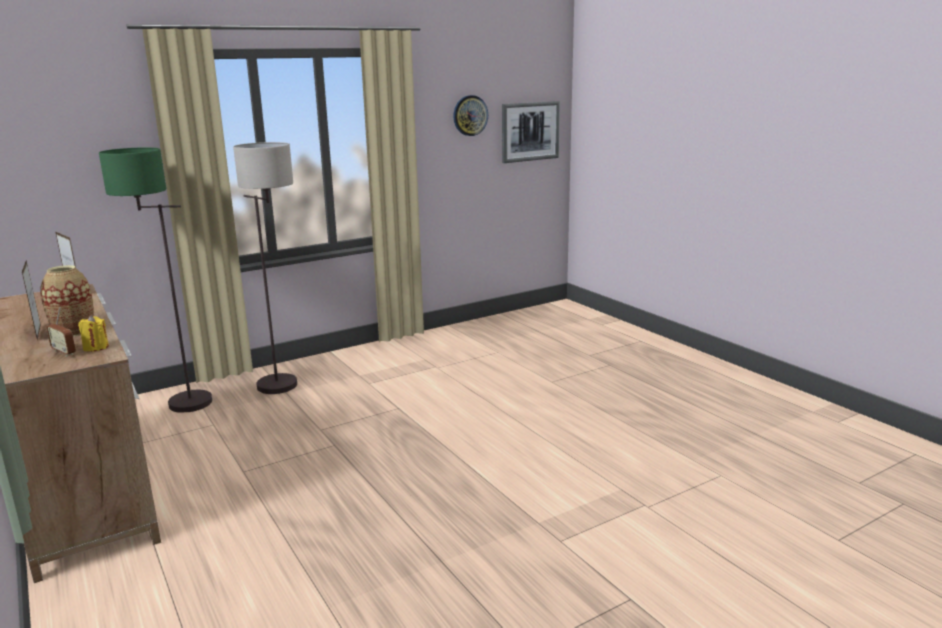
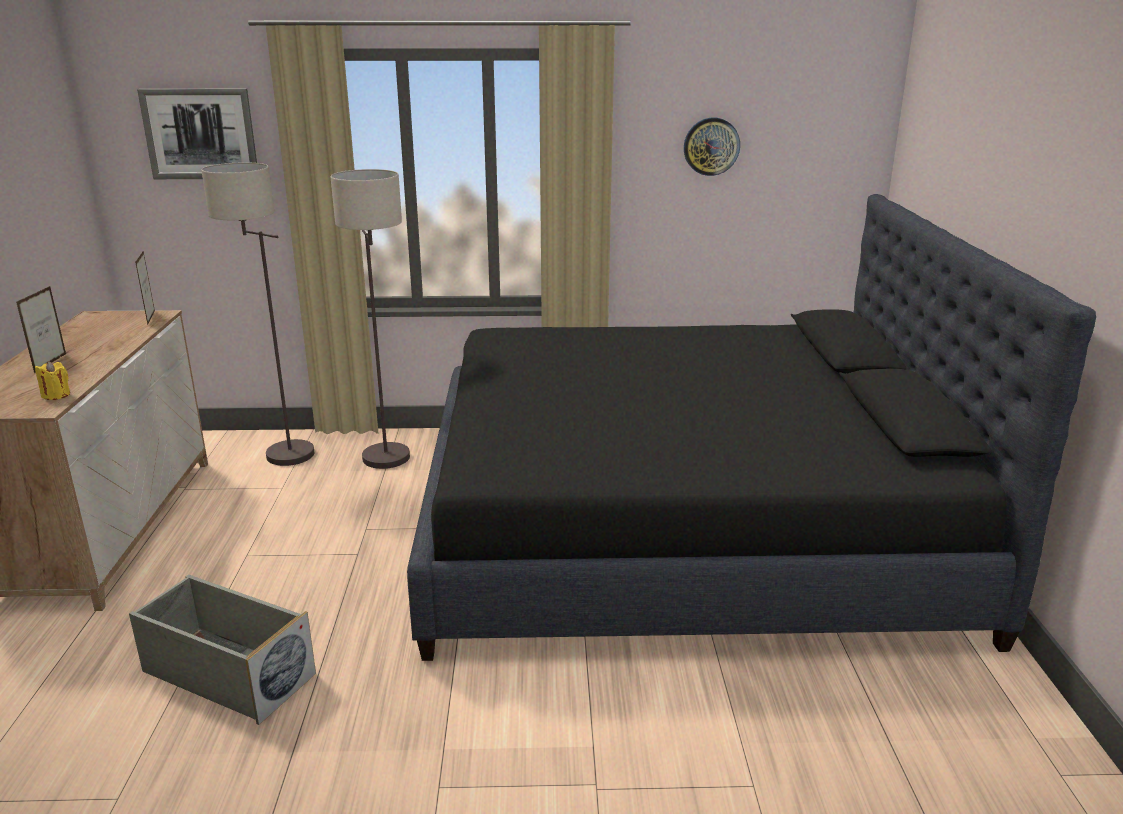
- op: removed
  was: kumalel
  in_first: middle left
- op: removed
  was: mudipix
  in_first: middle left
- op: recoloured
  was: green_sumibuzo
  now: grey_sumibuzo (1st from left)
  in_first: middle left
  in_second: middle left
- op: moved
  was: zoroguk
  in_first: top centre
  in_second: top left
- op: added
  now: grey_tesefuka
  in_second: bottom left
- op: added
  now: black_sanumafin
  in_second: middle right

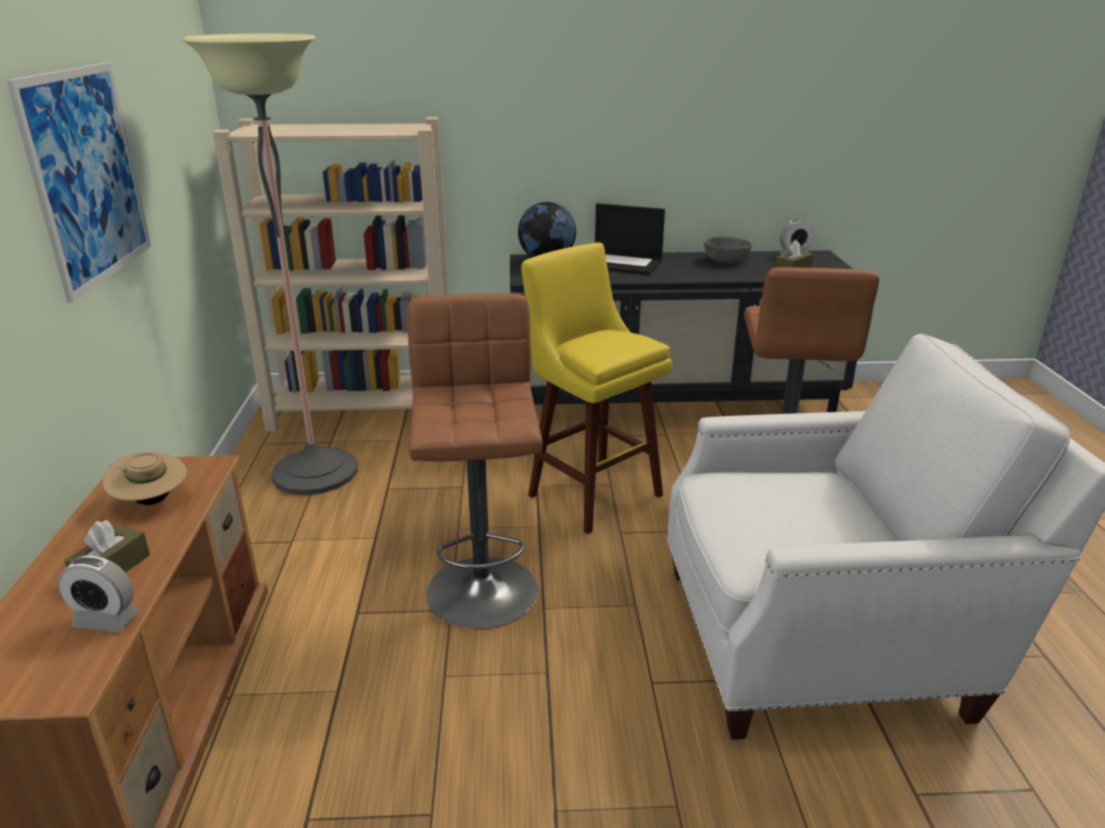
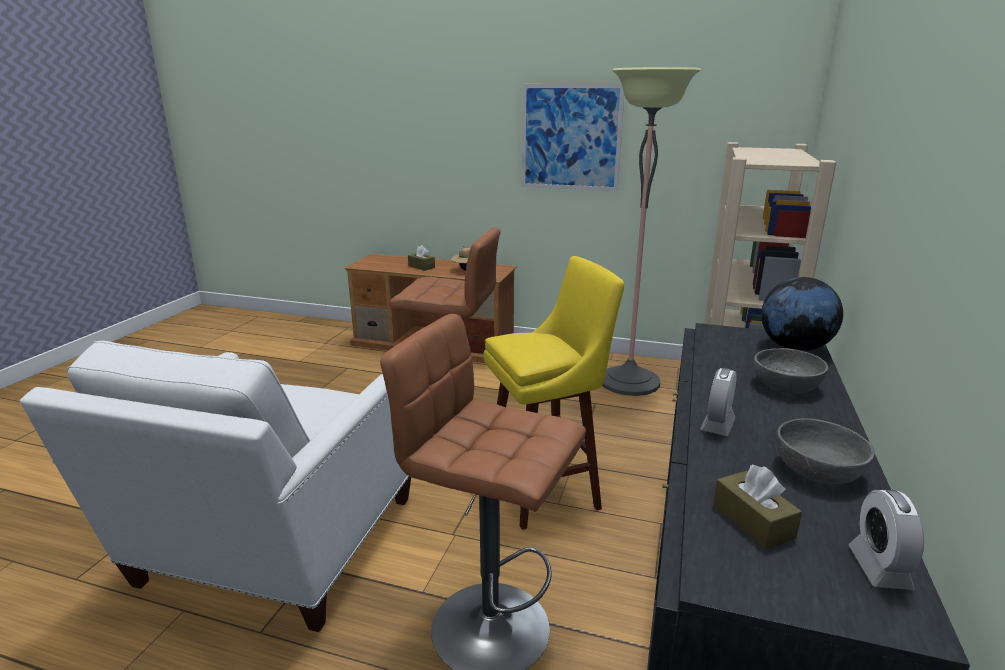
- op: moved
  was: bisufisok (1st from left)
  in_first: bottom left
  in_second: middle right
- op: replaced
  was: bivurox
  now: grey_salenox (1st from left)
  in_first: top centre
  in_second: middle right

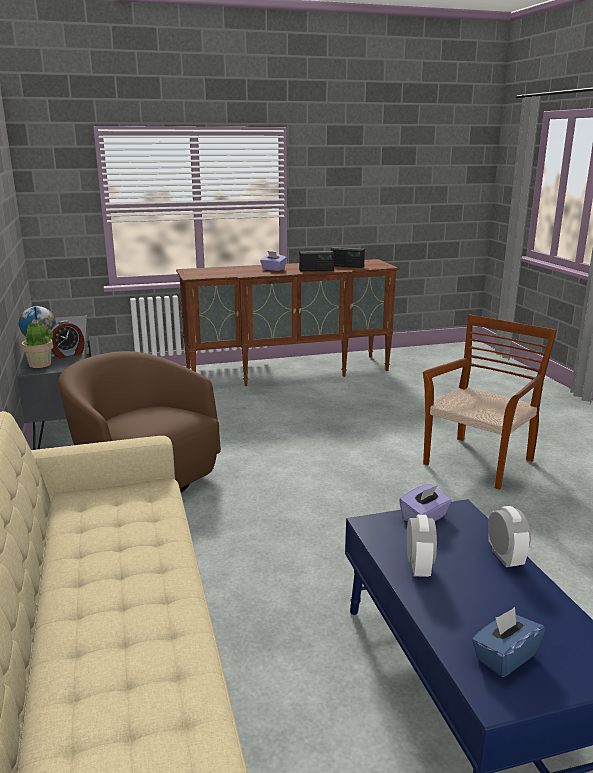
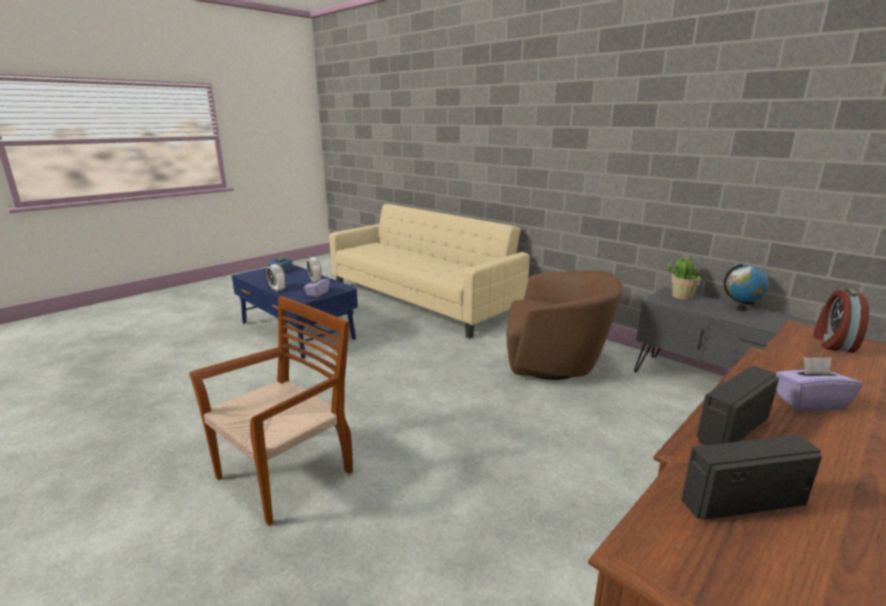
- op: moved
  was: bisufisok (1st from left in the first image)
  now: bisufisok (3rd from left)
  in_first: middle left
  in_second: middle right
- op: turned
  was: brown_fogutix (2nd from left in the first image)
  in_first: middle right
  in_second: bottom left
  clockwise: -150

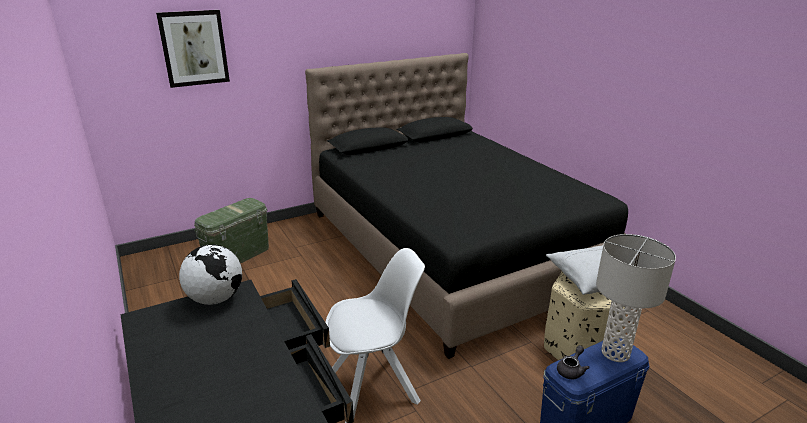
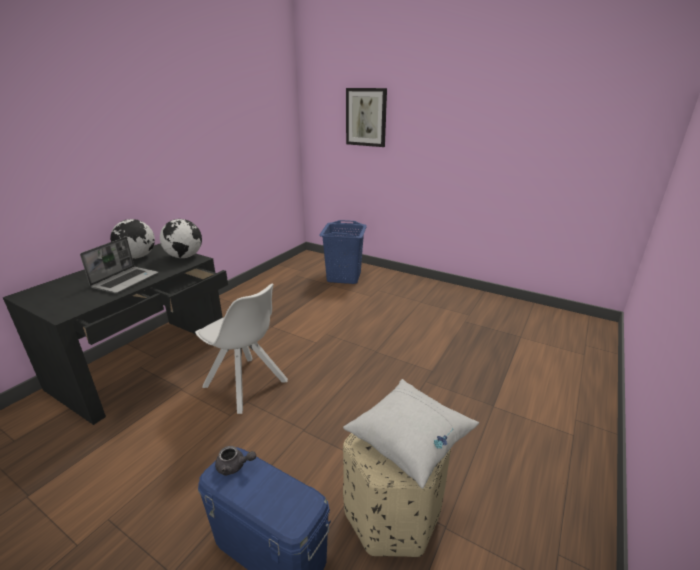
- op: replaced
  was: green_tesefuka
  now: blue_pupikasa
  in_first: middle left
  in_second: centre
- op: removed
  was: black_sanumafin
  in_first: centre
- op: removed
  was: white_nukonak
  in_first: bottom right
- op: added
  now: bivurox
  in_second: middle left
- op: added
  now: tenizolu (1st from left)
  in_second: middle left

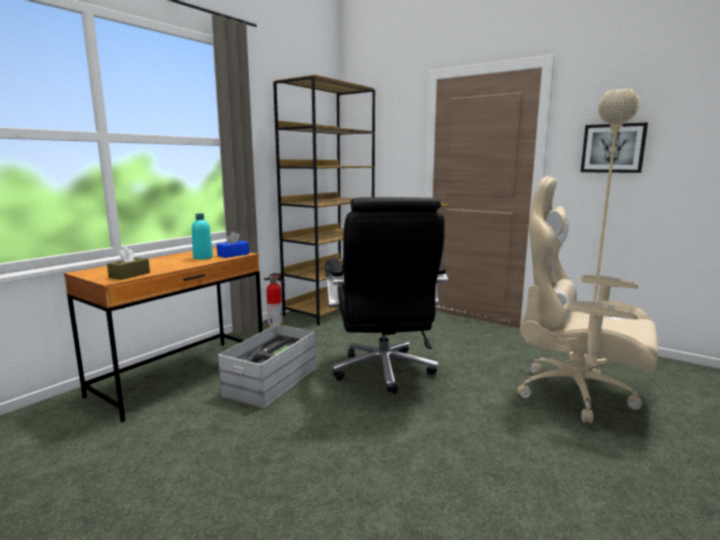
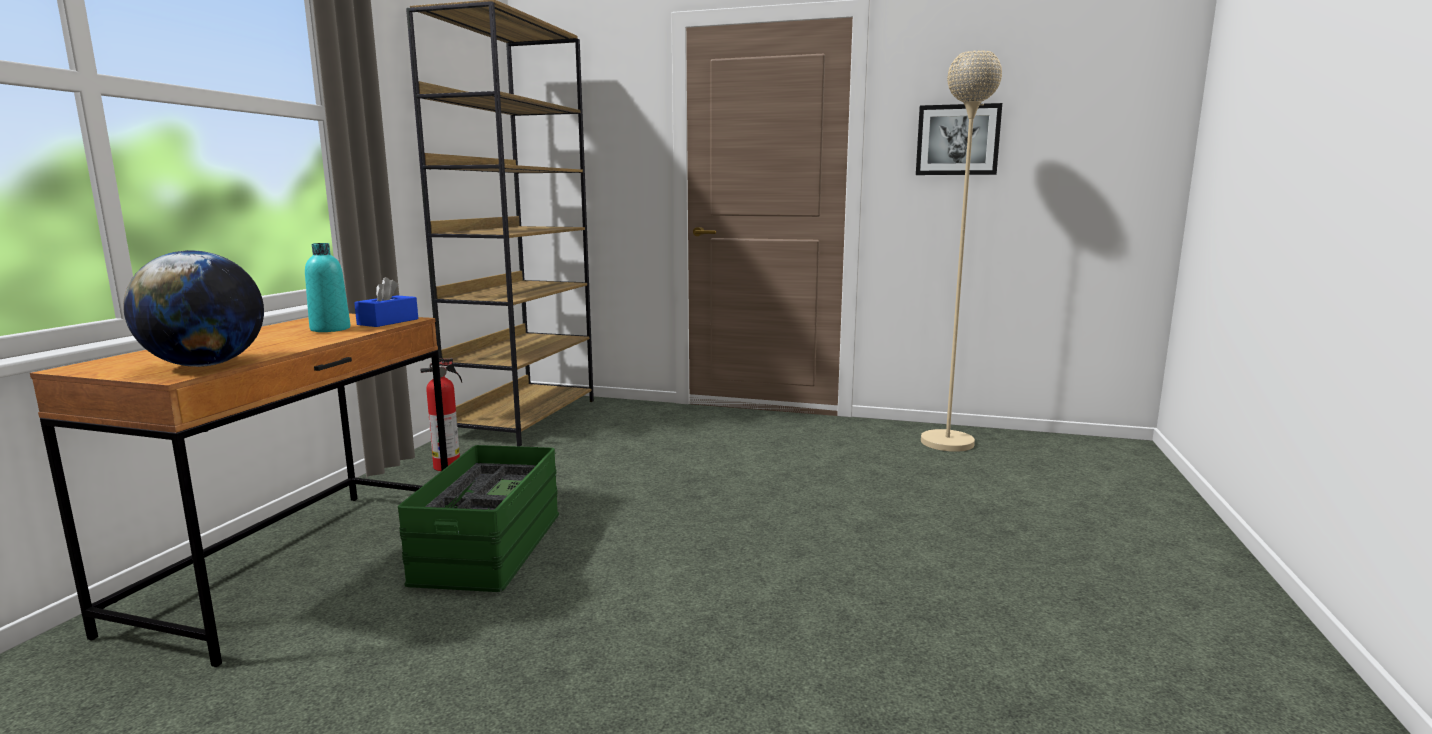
- op: replaced
  was: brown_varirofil
  now: tenizolu
  in_first: middle left
  in_second: middle left
- op: recoloured
  was: grey_tesefuka
  now: green_tesefuka
  in_first: bottom centre
  in_second: bottom centre
- op: removed
  was: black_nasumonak
  in_first: centre
- op: removed
  was: beige_nasumonak
  in_first: middle right

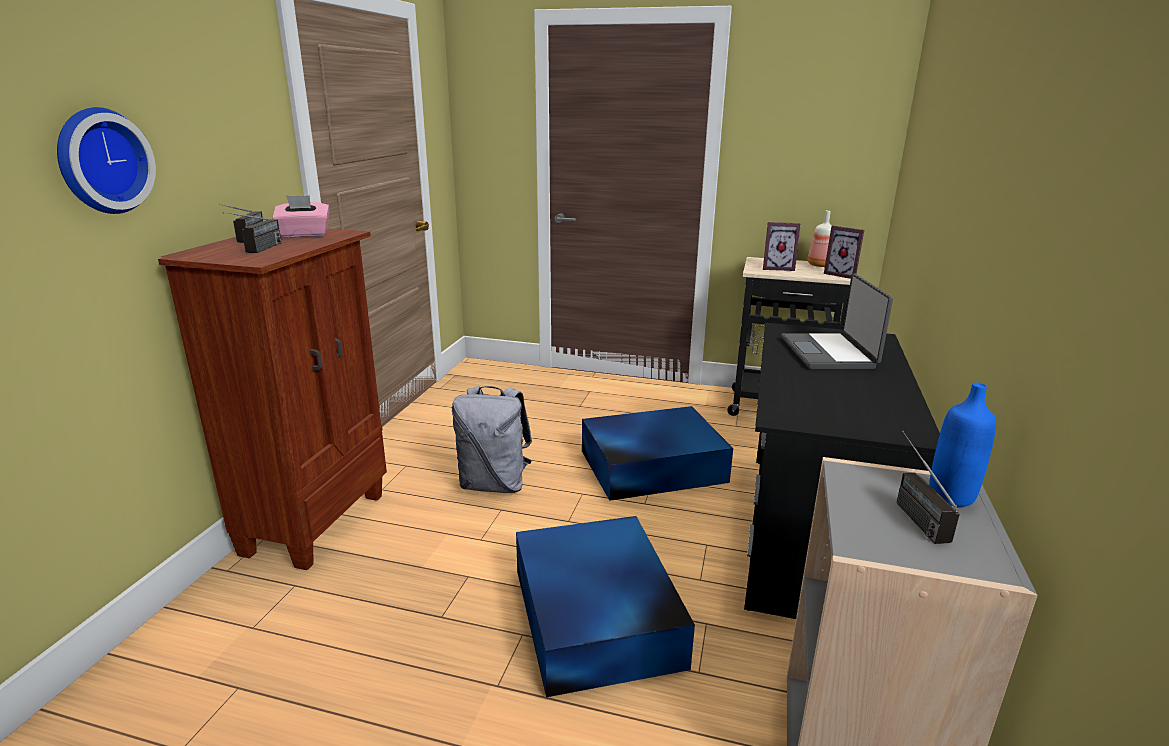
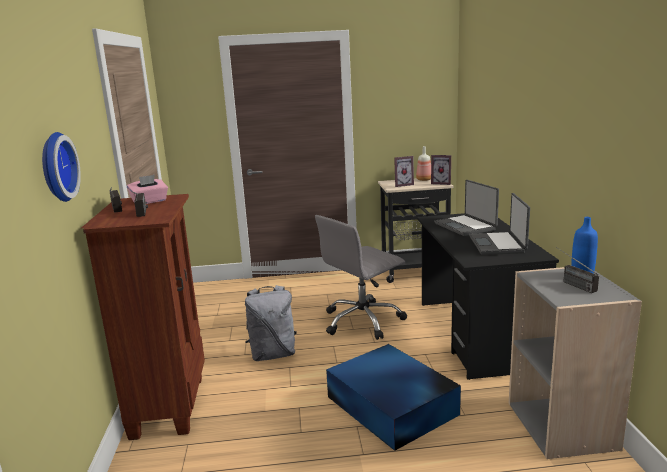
- op: replaced
  was: blue_tesefuka (2nd from left)
  now: grey_nasumonak
  in_first: centre
  in_second: centre
- op: added
  now: bivurox (2nd from left)
  in_second: middle right

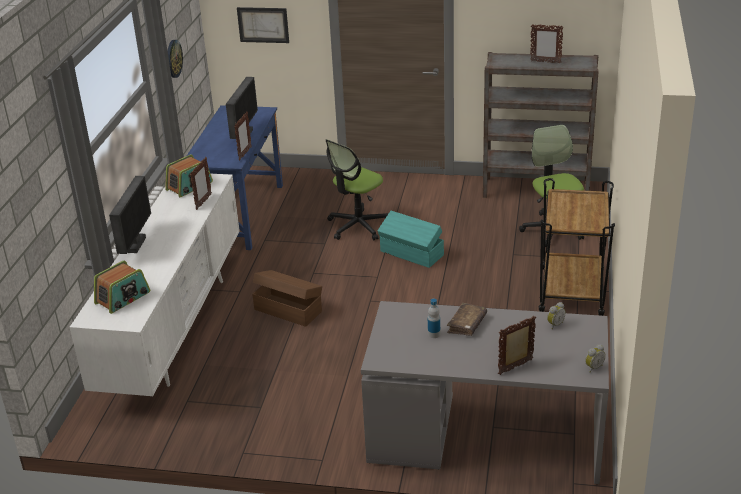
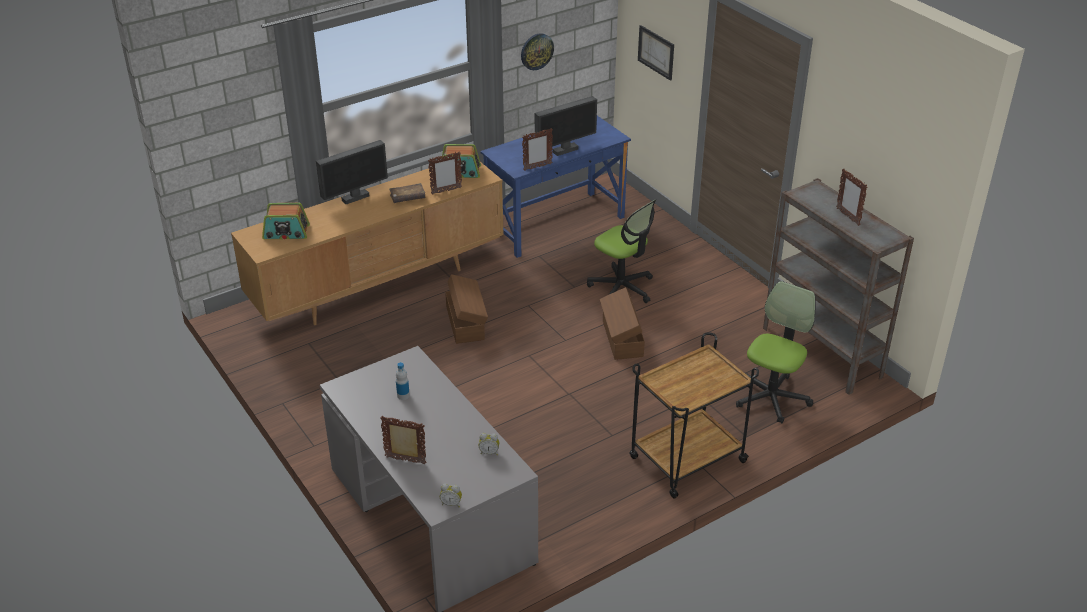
- op: recoloured
  was: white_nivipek
  now: brown_nivipek
  in_first: middle left
  in_second: centre
- op: turned
  was: nasumonak (1st from left)
  in_first: centre
  in_second: centre
  clockwise: -135
- op: recoloured
  was: turquoise_tesefuka
  now: brown_tesefuka (2nd from left)
  in_first: centre
  in_second: centre
- op: moved
  was: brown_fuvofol
  in_first: centre
  in_second: top centre

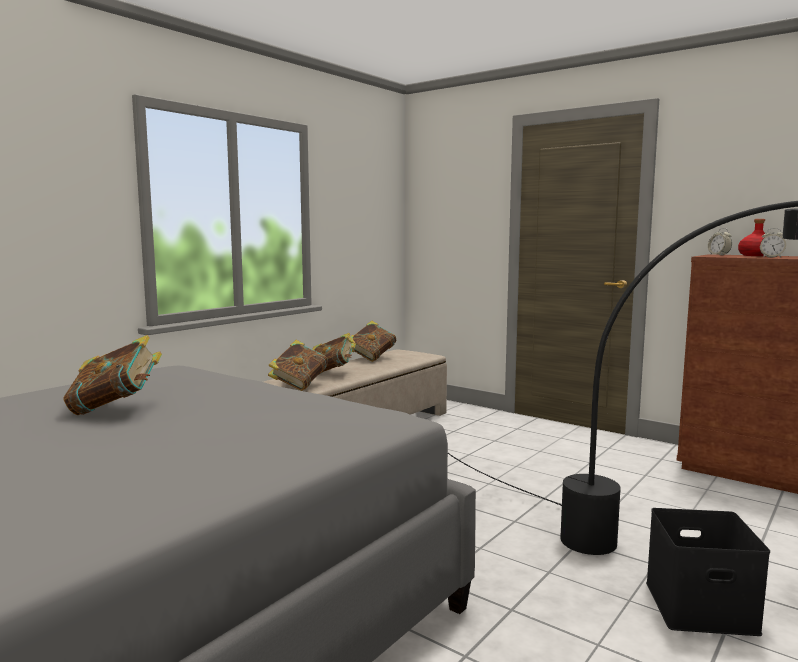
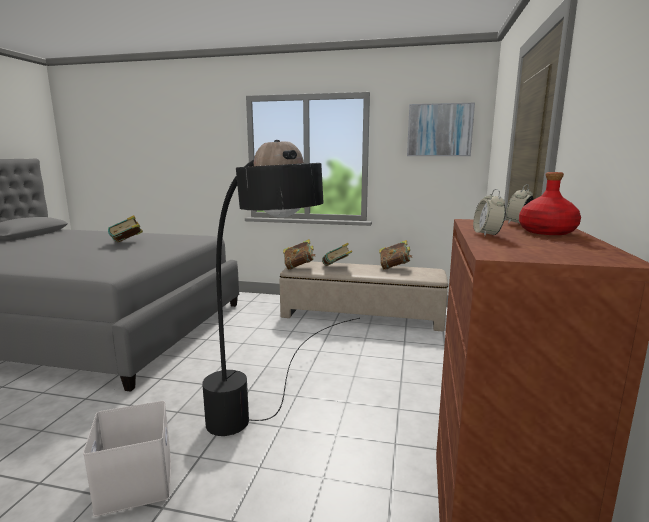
- op: recoloured
  was: black_tesefuka
  now: white_tesefuka
  in_first: bottom right
  in_second: bottom left
- op: added
  now: zoroguk
  in_second: top right

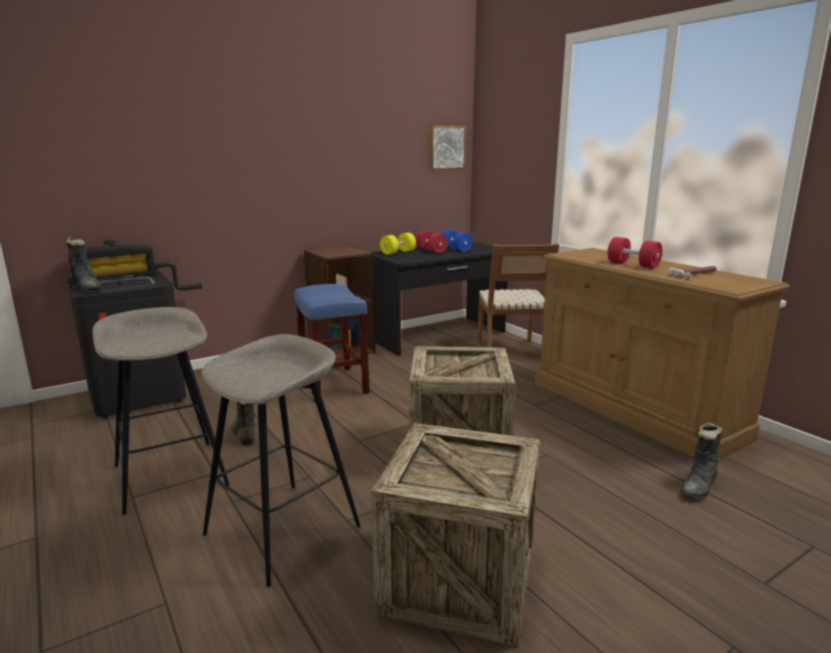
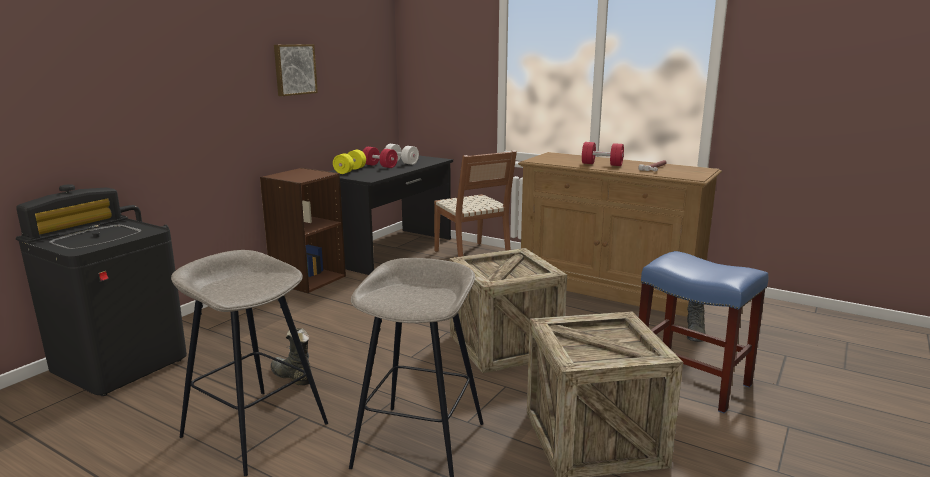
- op: removed
  was: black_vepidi (1st from left)
  in_first: middle left
- op: moved
  was: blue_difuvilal
  in_first: centre
  in_second: bottom right
- op: moved
  was: zoroguk
  in_first: top centre
  in_second: top left
- op: recoloured
  was: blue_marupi
  now: white_marupi
  in_first: centre
  in_second: top centre

